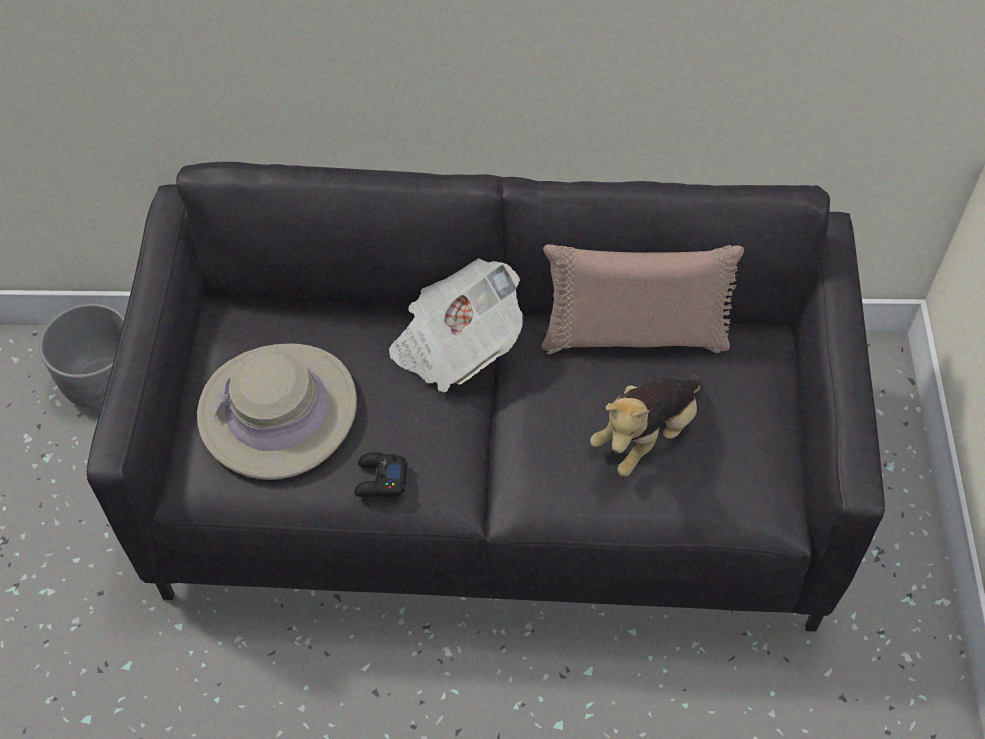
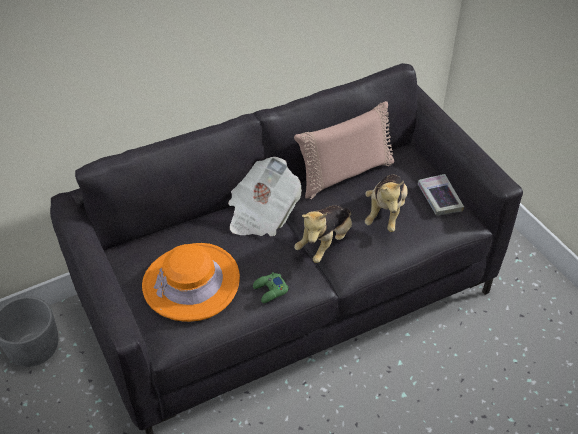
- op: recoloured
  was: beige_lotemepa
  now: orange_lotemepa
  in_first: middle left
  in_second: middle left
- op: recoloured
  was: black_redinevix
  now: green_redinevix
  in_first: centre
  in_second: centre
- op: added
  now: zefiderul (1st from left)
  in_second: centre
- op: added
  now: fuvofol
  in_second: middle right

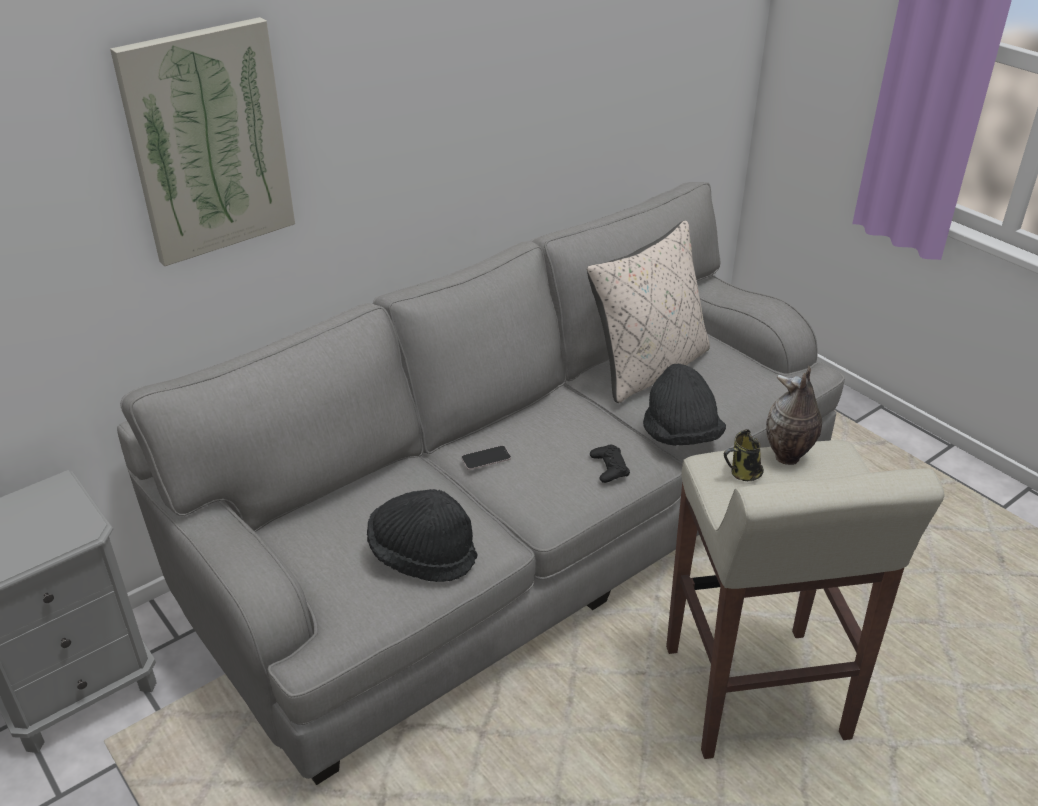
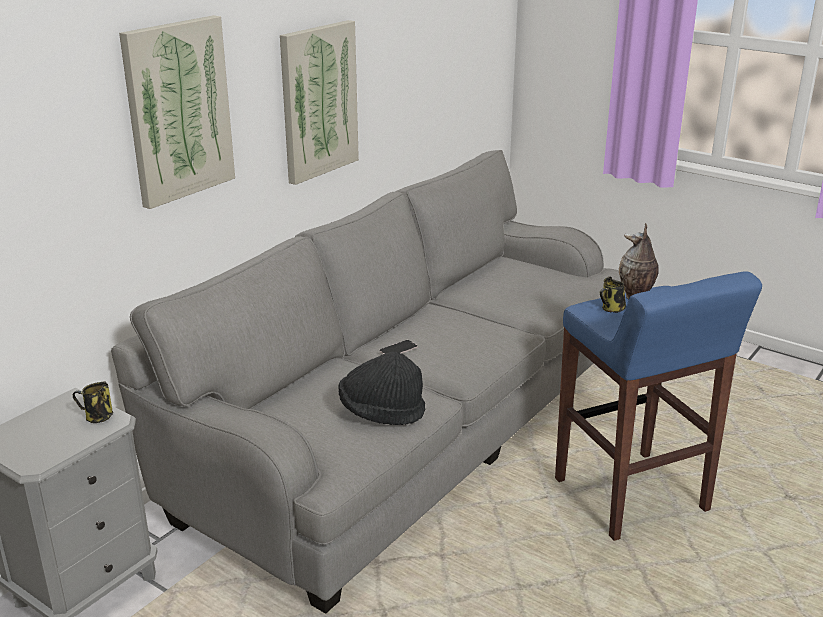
- op: removed
  was: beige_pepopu
  in_first: centre
- op: removed
  was: black_redinevix
  in_first: centre
- op: removed
  was: black_lotemepa (2nd from left)
  in_first: centre
- op: recoloured
  was: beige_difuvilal
  now: blue_difuvilal
  in_first: bottom right
  in_second: middle right
- op: added
  now: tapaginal (1st from left)
  in_second: middle left
- op: added
  now: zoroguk (2nd from left)
  in_second: top centre

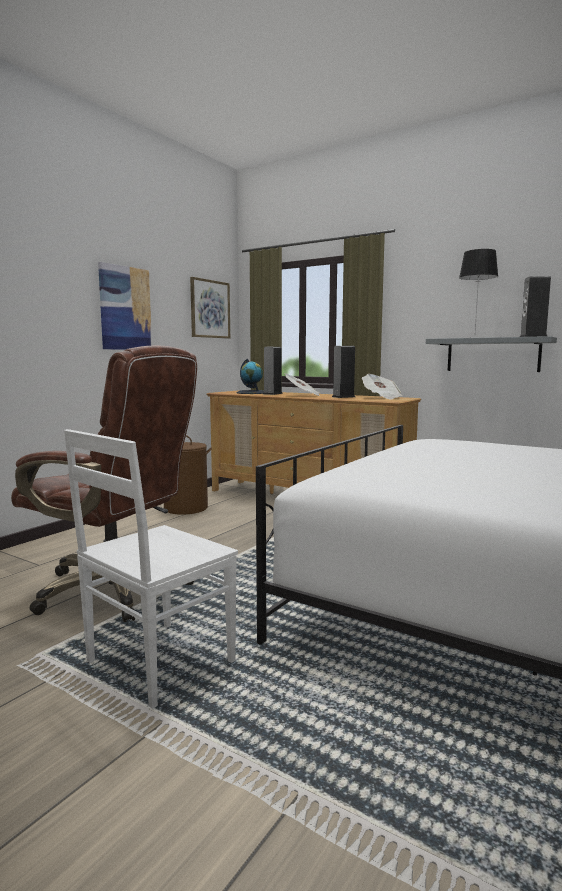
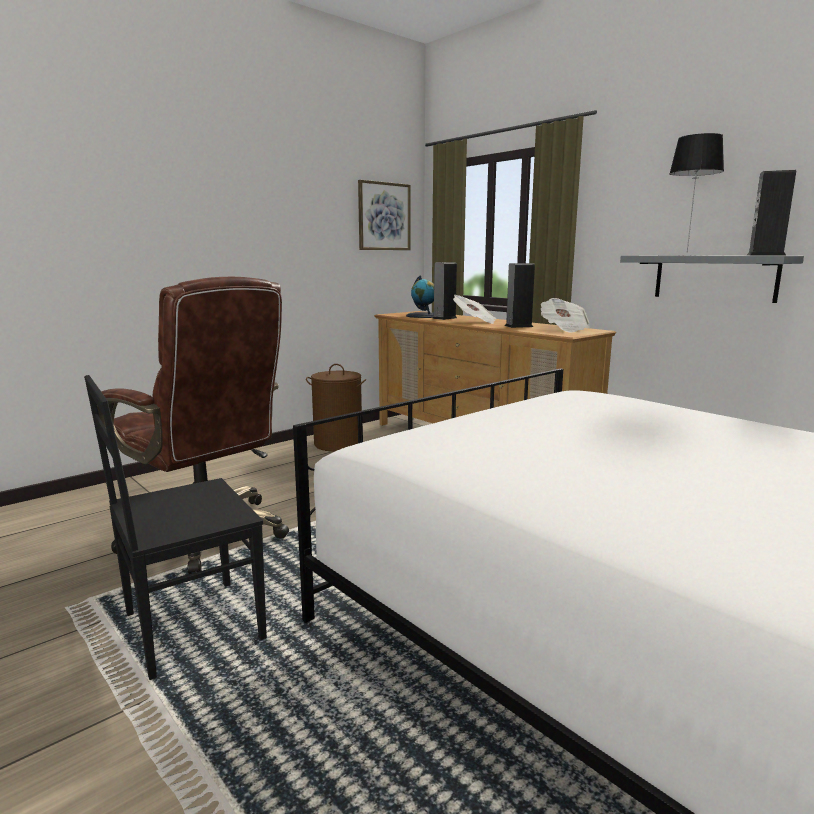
- op: recoloured
  was: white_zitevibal
  now: black_zitevibal
  in_first: middle left
  in_second: middle left
- op: removed
  was: zoroguk (1st from left)
  in_first: middle left

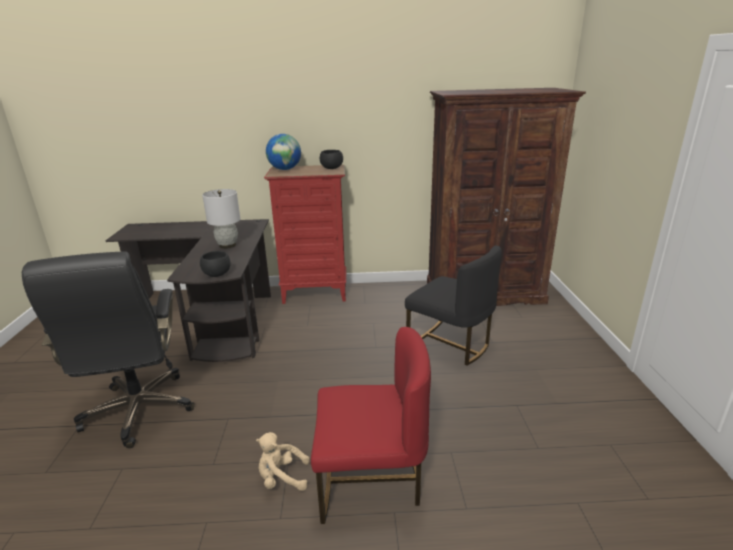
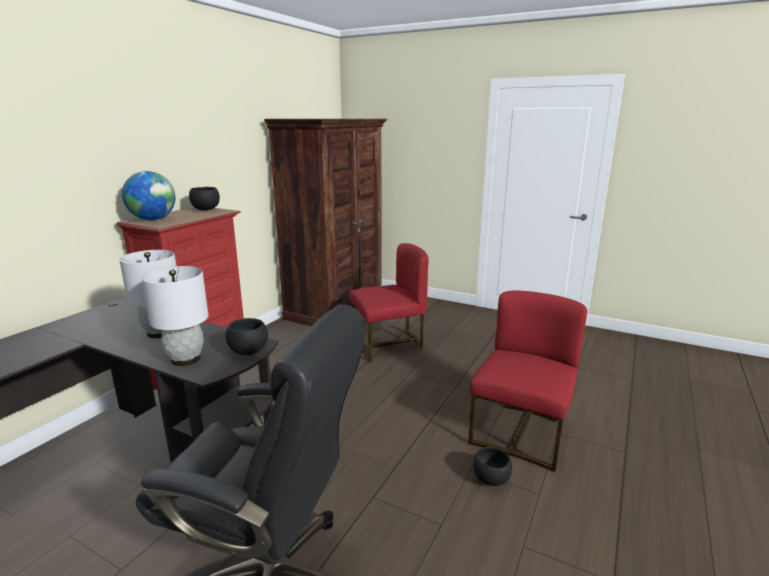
- op: replaced
  was: beige_zefiderul
  now: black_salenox (3rd from left)
  in_first: bottom centre
  in_second: bottom centre
- op: recoloured
  was: black_zitevibal
  now: red_zitevibal (1st from left)
  in_first: centre
  in_second: centre
- op: added
  now: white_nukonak (2nd from left)
  in_second: middle left

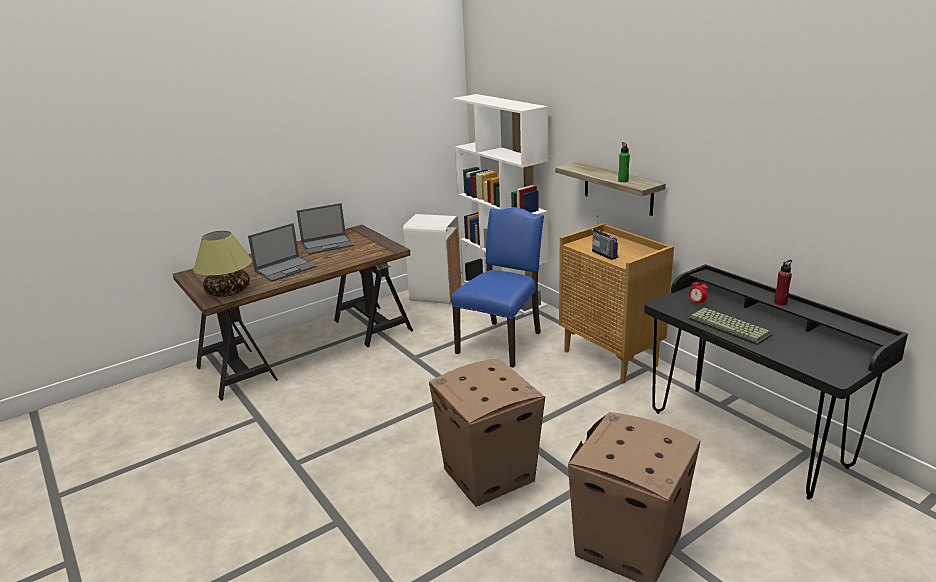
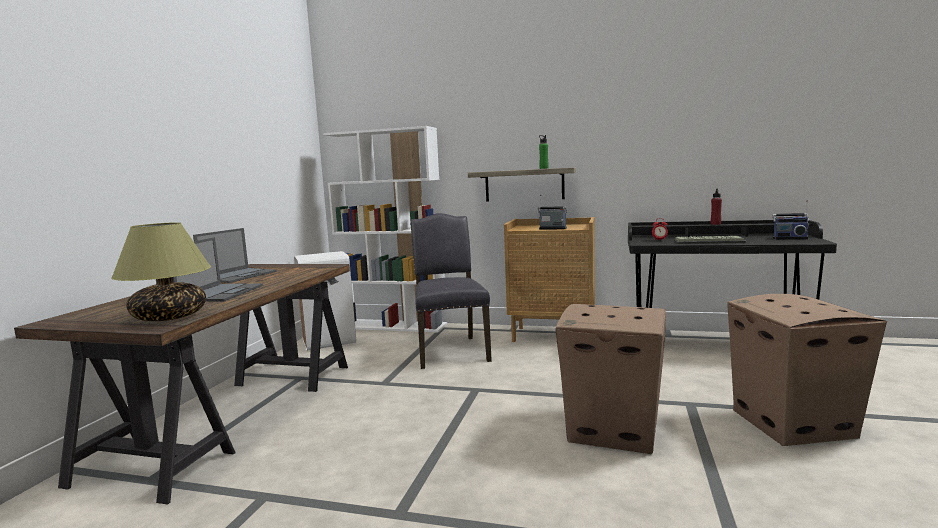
- op: recoloured
  was: blue_zitevibal
  now: grey_zitevibal
  in_first: centre
  in_second: centre
- op: added
  now: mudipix (2nd from left)
  in_second: middle right

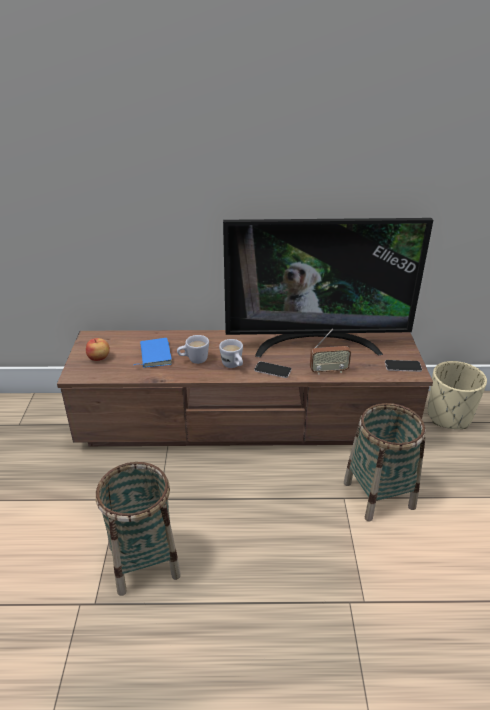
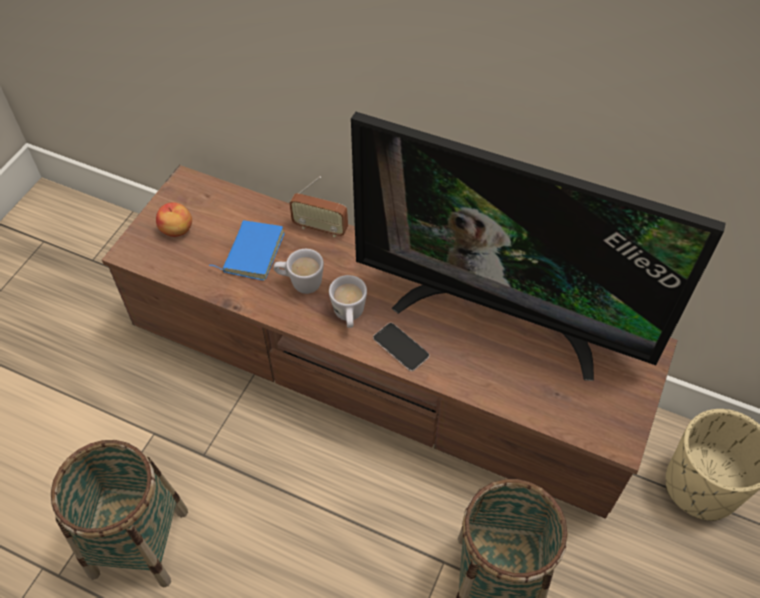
- op: moved
  was: mudipix
  in_first: middle right
  in_second: centre
- op: removed
  was: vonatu (2nd from left)
  in_first: middle right

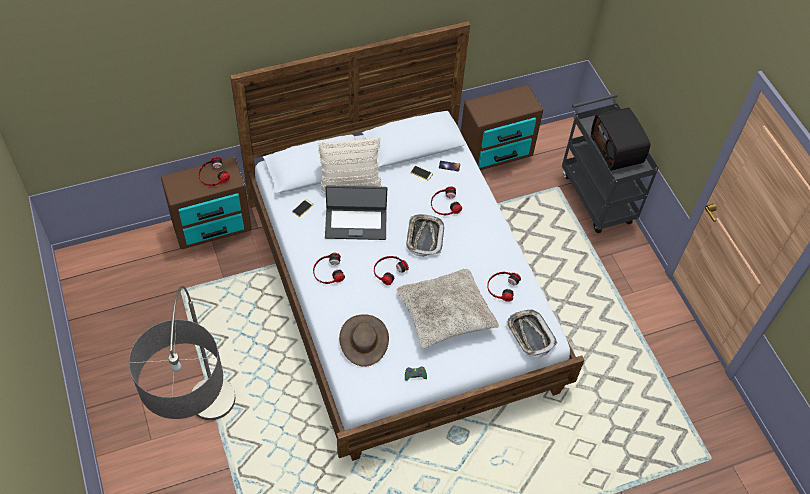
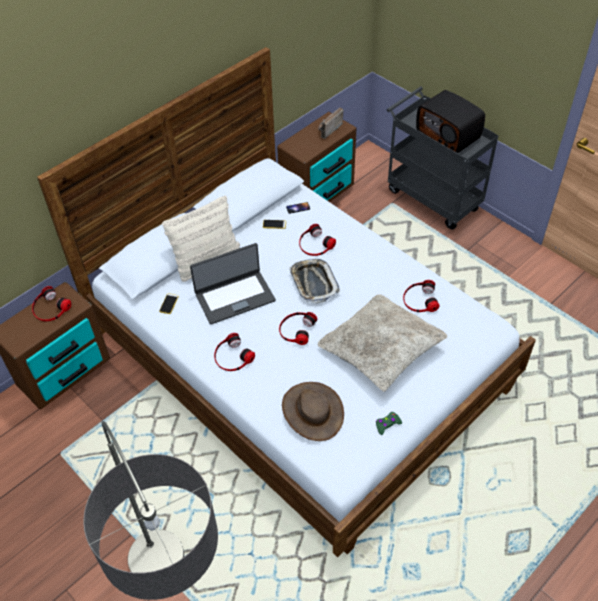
- op: removed
  was: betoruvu (2nd from left)
  in_first: bottom centre
- op: added
  now: mudipix (1st from left)
  in_second: top centre

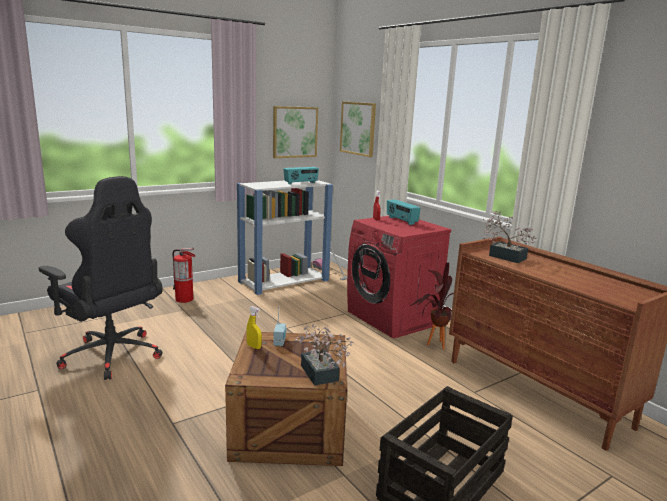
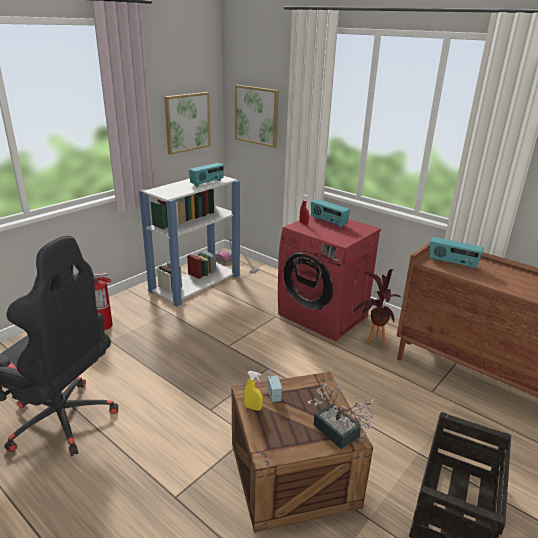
- op: replaced
  was: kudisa (3rd from left)
  now: mudipix (4th from left)
  in_first: middle right
  in_second: middle right

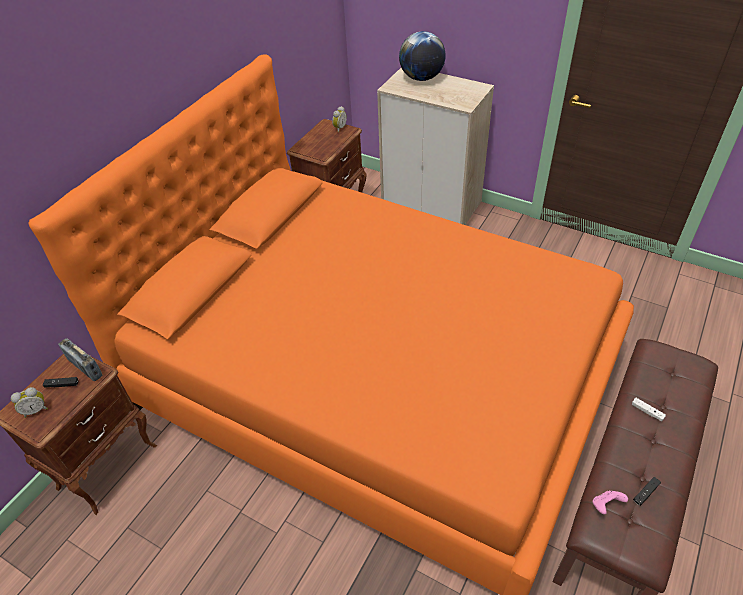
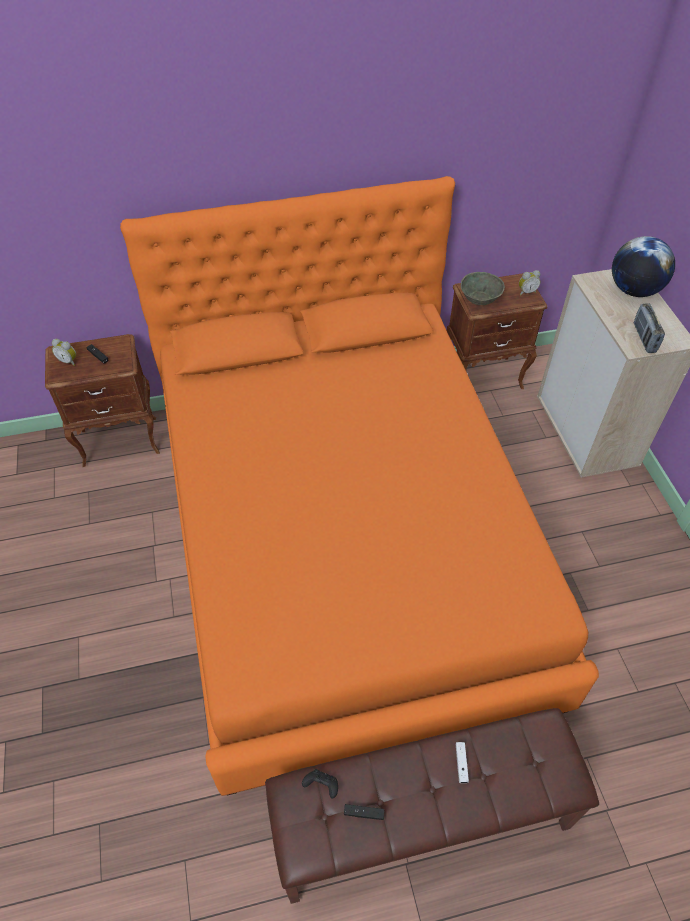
- op: moved
  was: mudipix
  in_first: middle left
  in_second: middle right
- op: recoloured
  was: pink_redinevix
  now: black_redinevix (2nd from left)
  in_first: bottom right
  in_second: bottom centre
- op: added
  now: grey_salenox
  in_second: top right

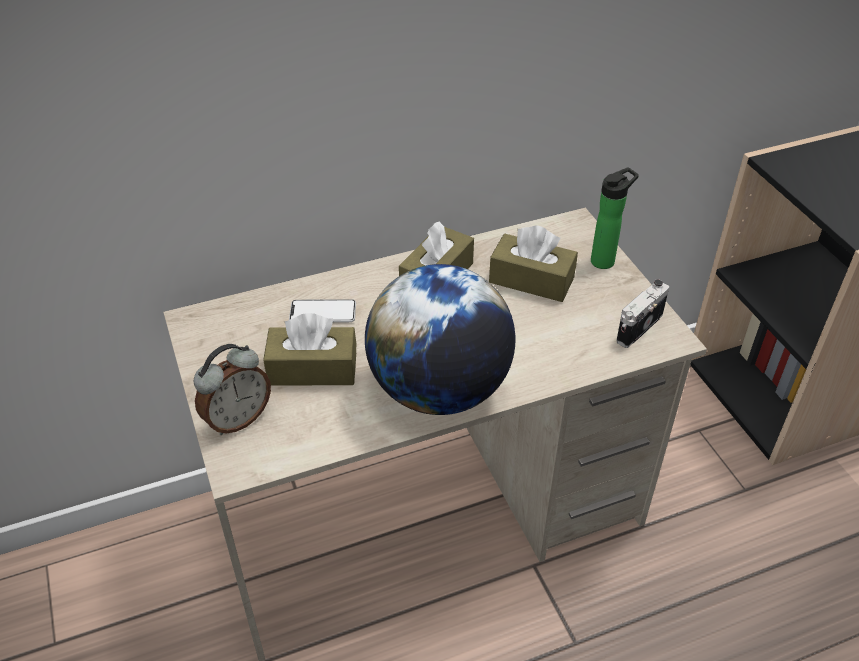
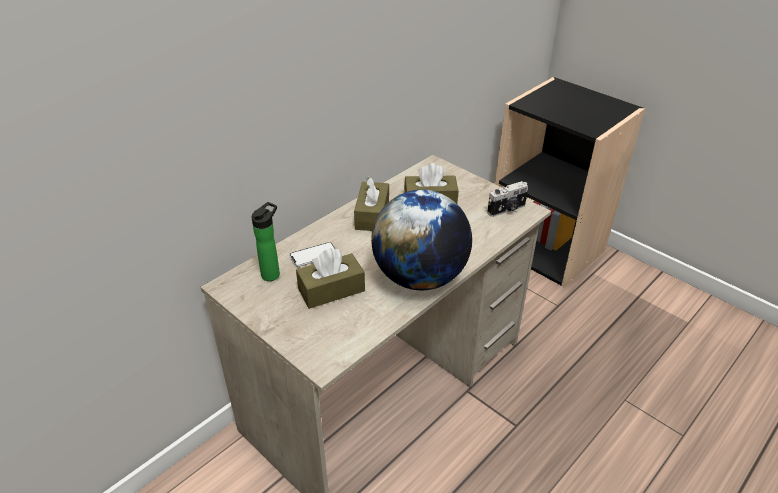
- op: removed
  was: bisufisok
  in_first: middle left
- op: moved
  was: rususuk
  in_first: top right
  in_second: centre
- op: turned
  was: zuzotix
  in_first: middle right
  in_second: centre
  clockwise: -135

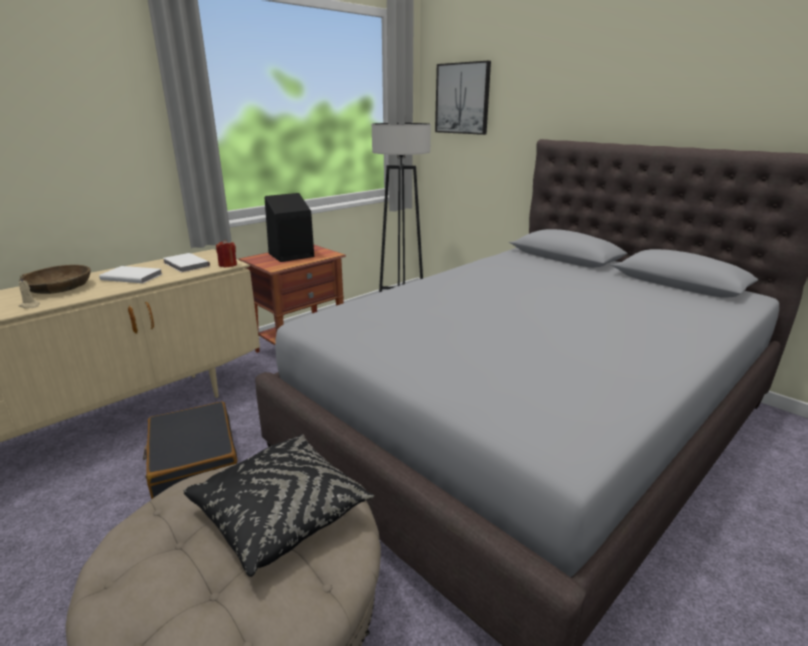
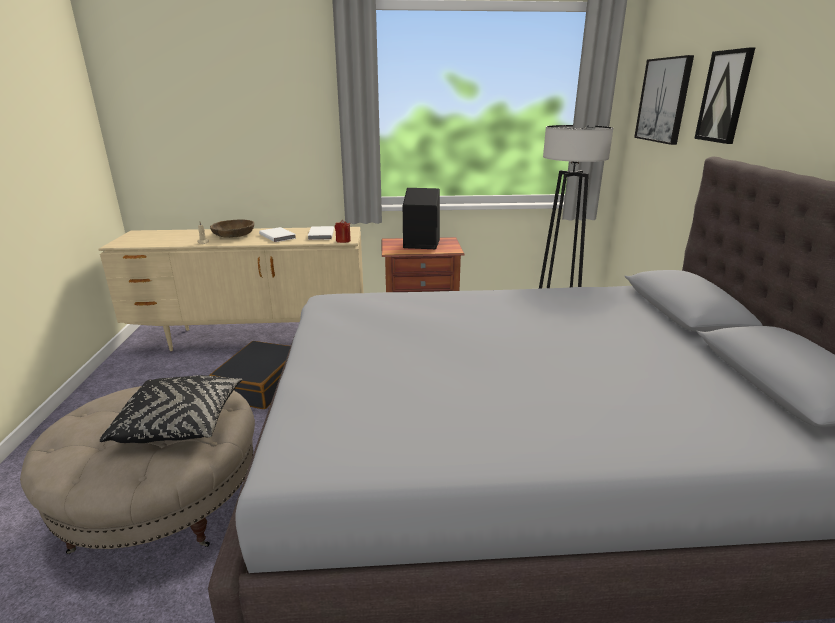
- op: added
  now: zoroguk (2nd from left)
  in_second: top right

